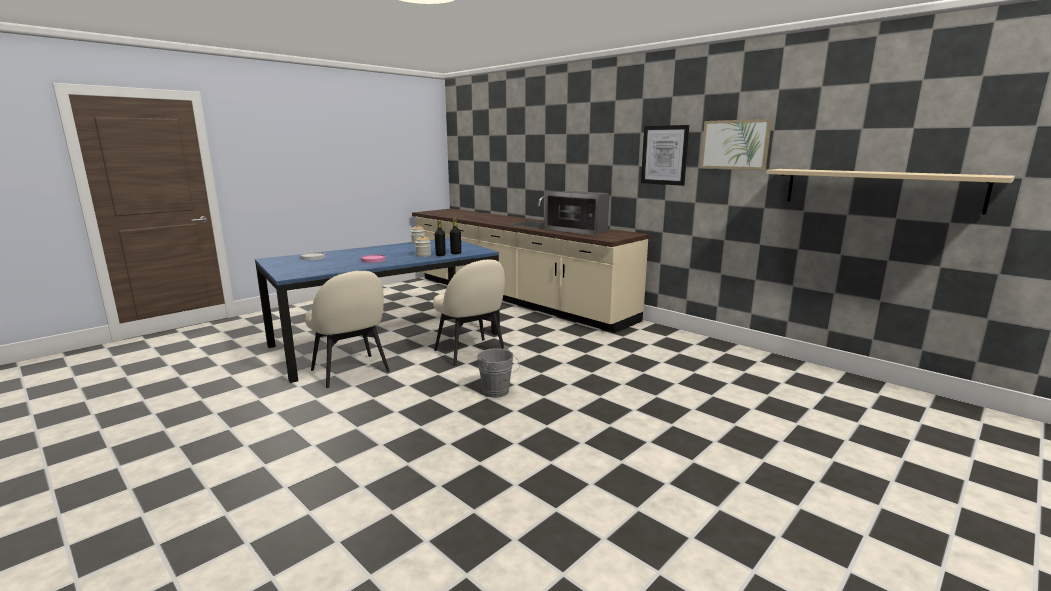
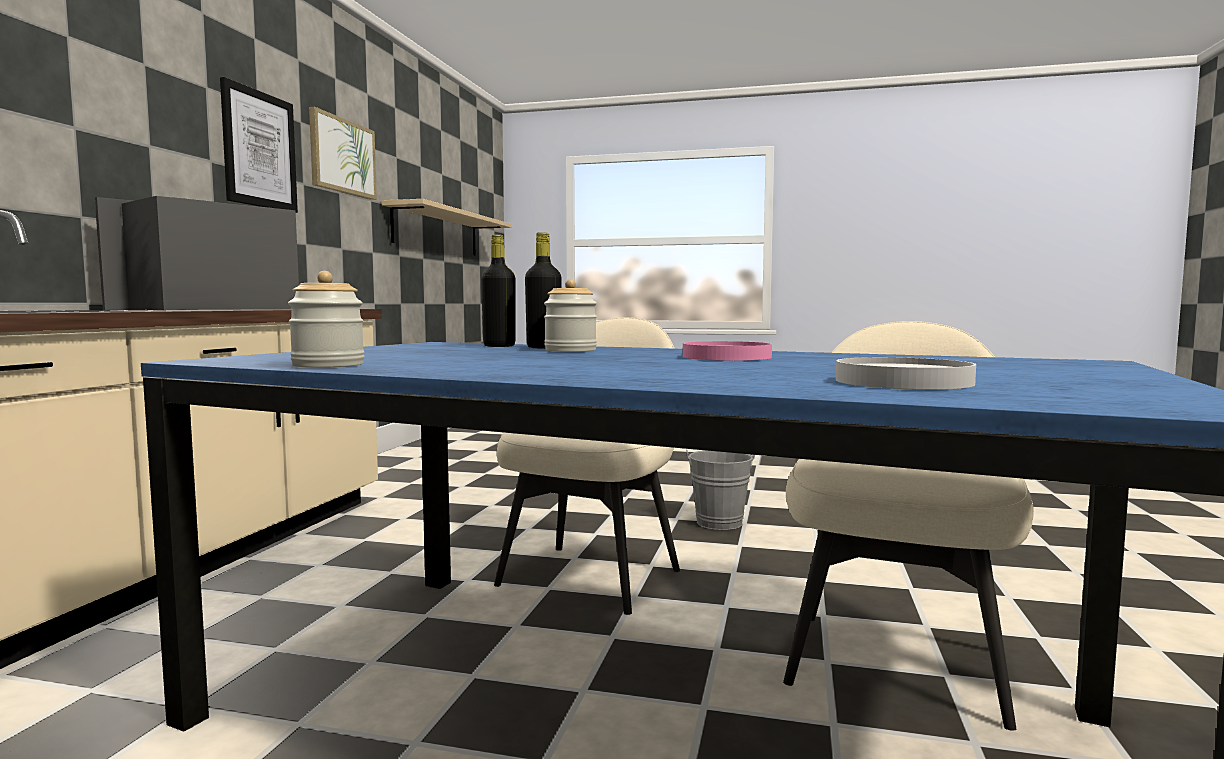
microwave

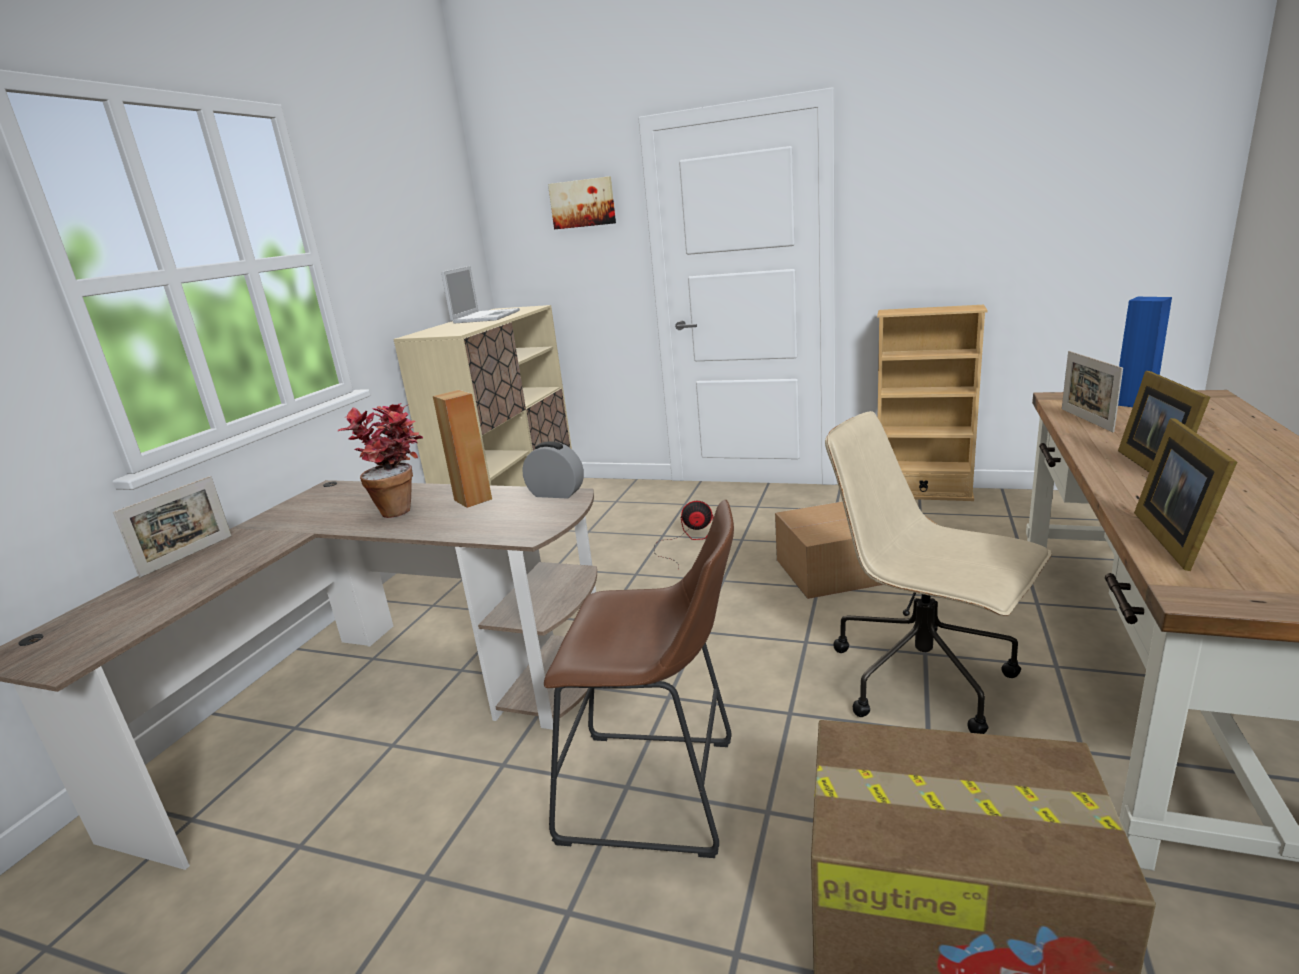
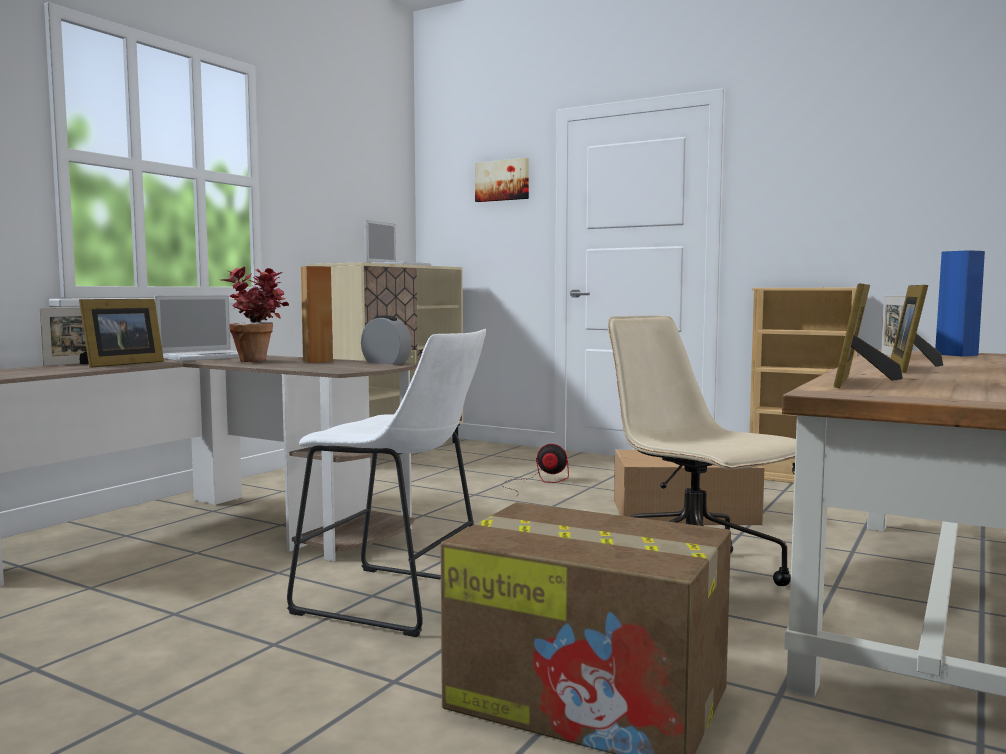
white stool
laptop (1st from left)
picture frame (2nd from left)

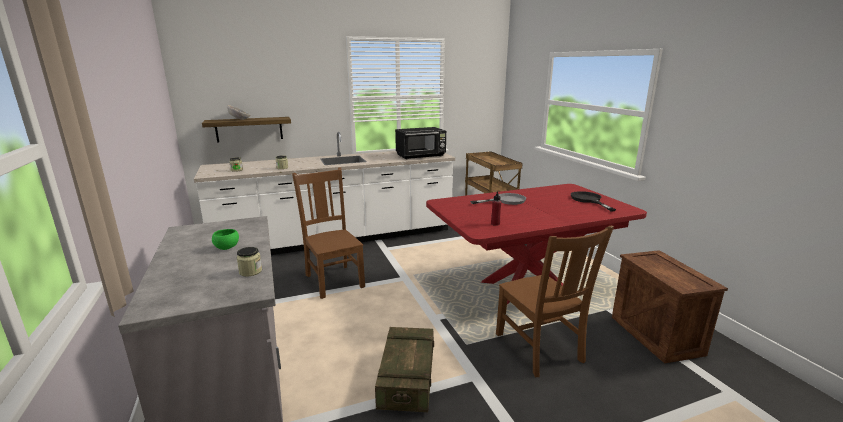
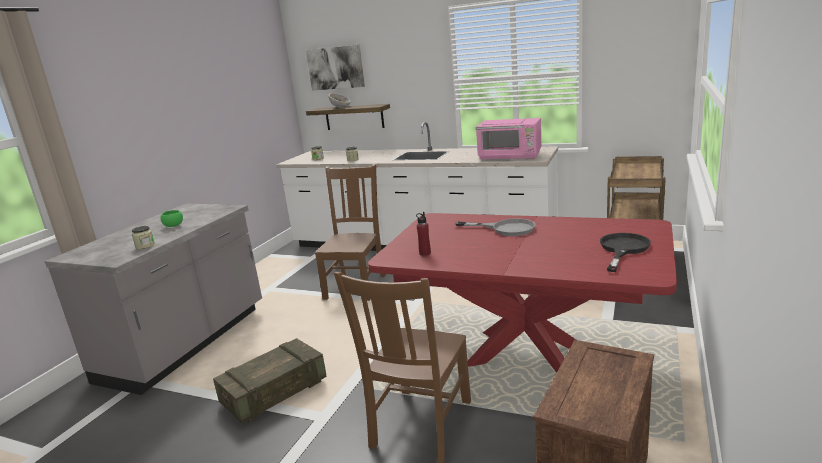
pink microwave
picture

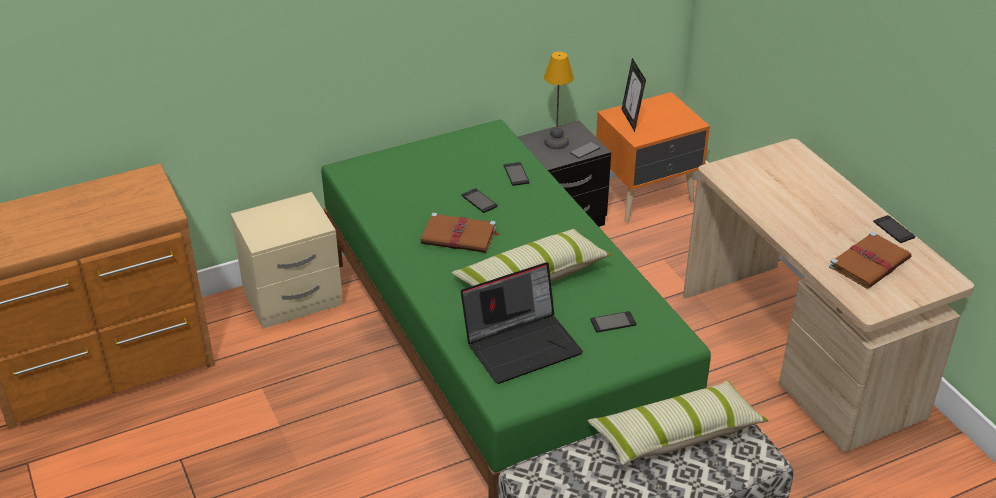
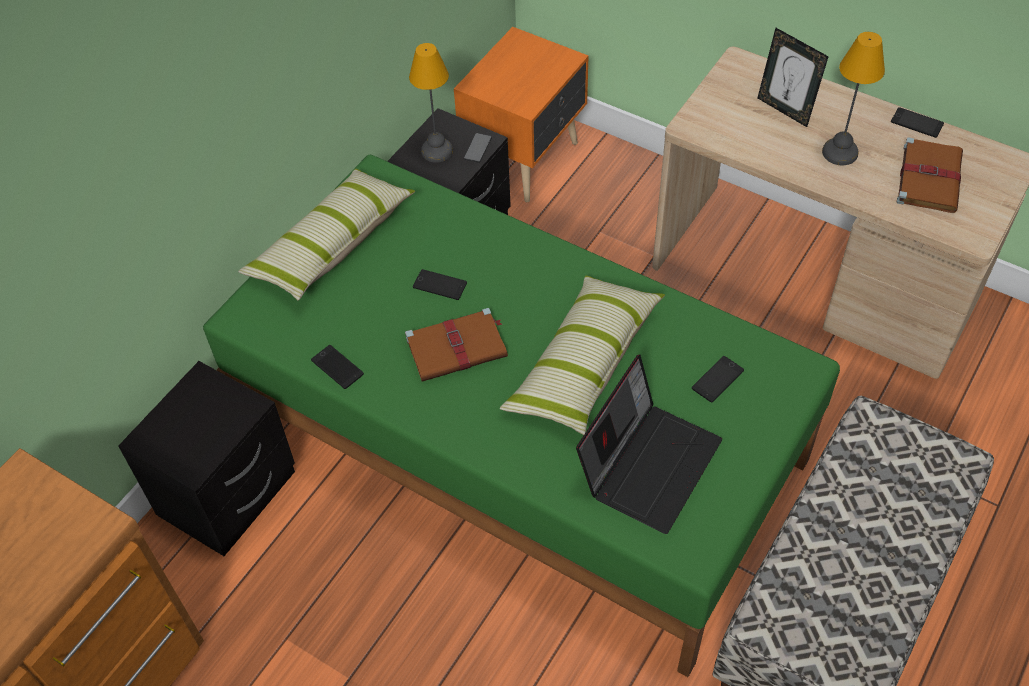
picture frame
phone (1st from left)
black nightstand (1st from left)
pillow (1st from left)
table lamp (2nd from left)

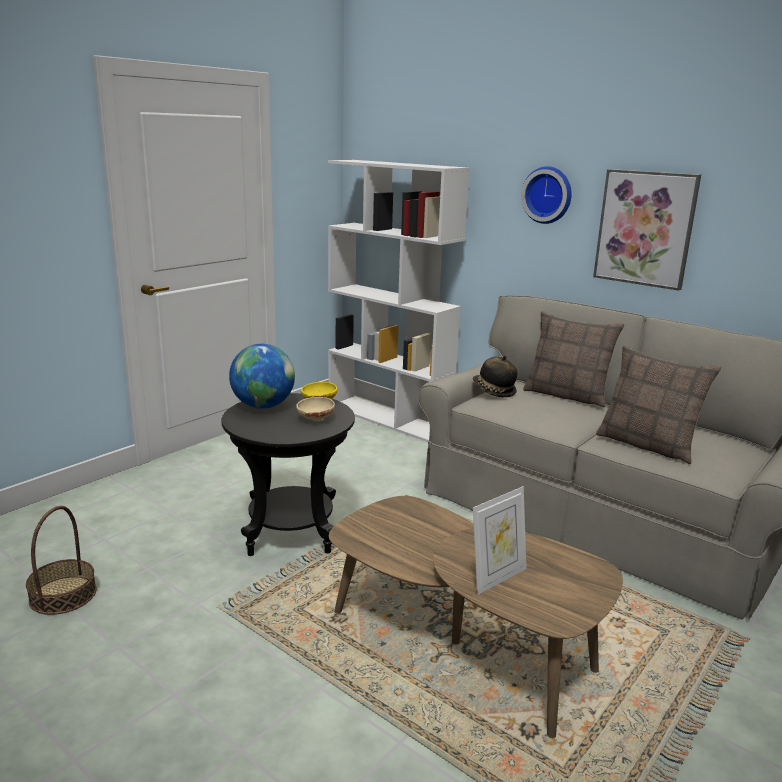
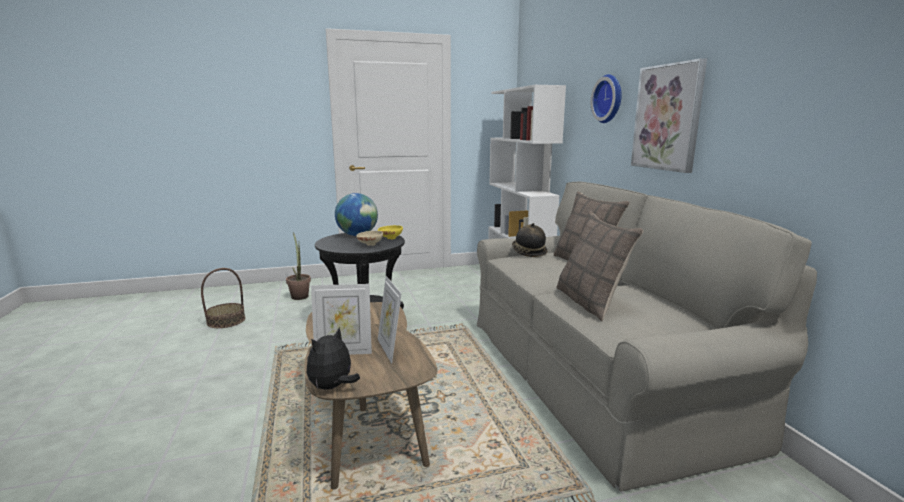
potted plant
picture frame (2nd from left)
plush toy

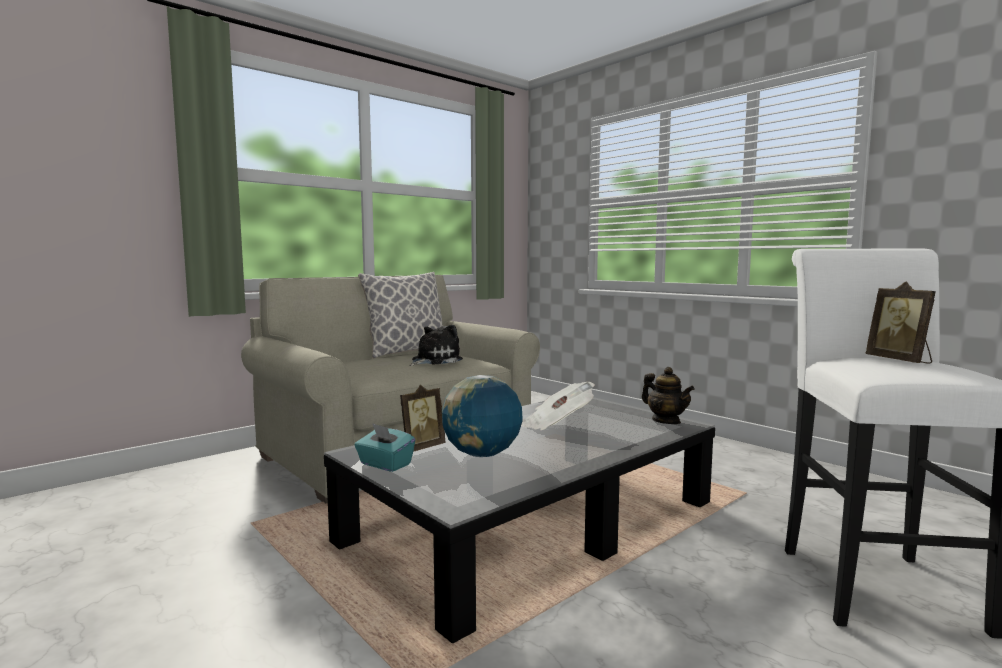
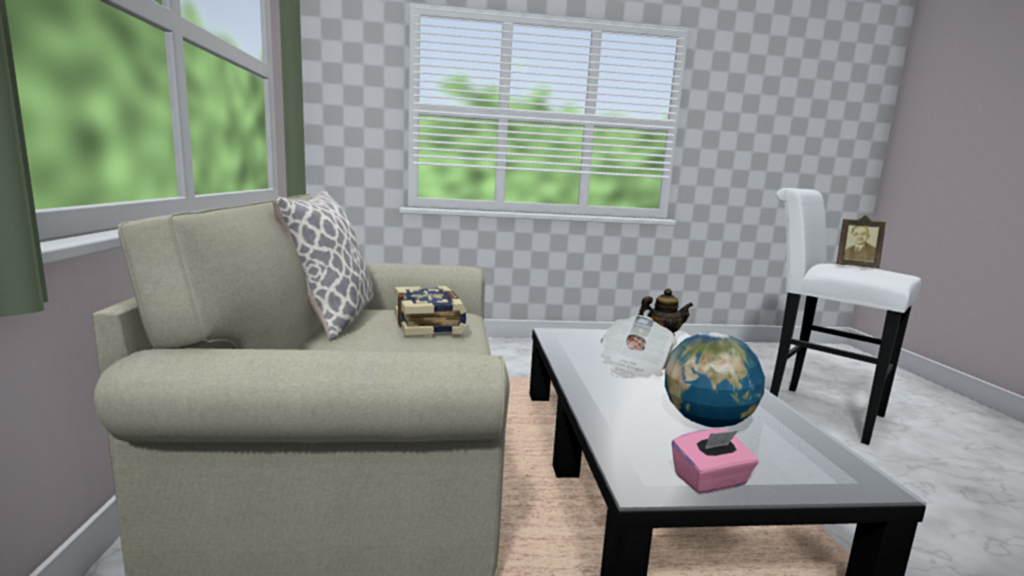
book
picture frame (1st from left in the first image)
pink tissue box

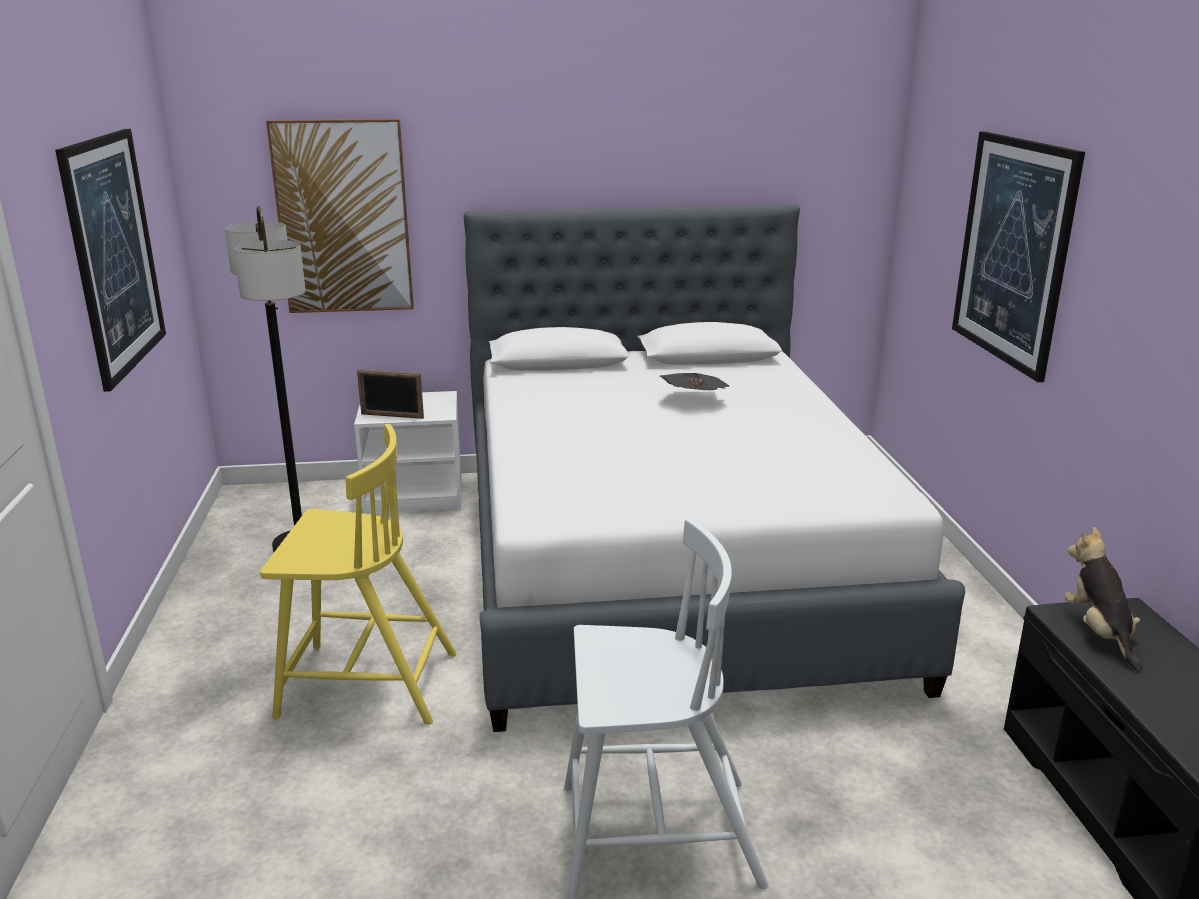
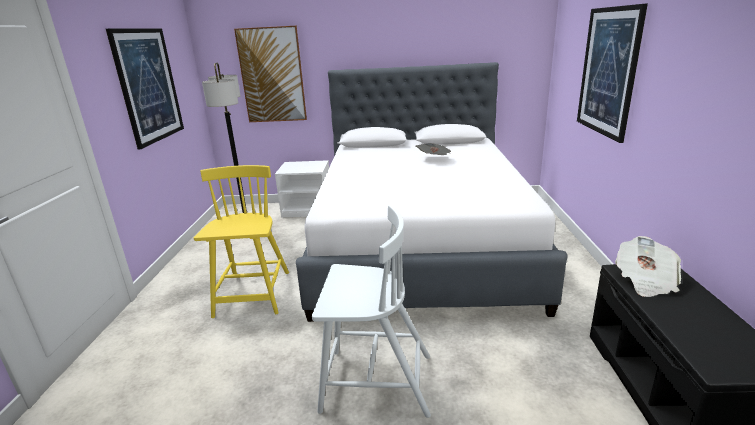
picture frame
yellow chair
newspaper (2nd from left)

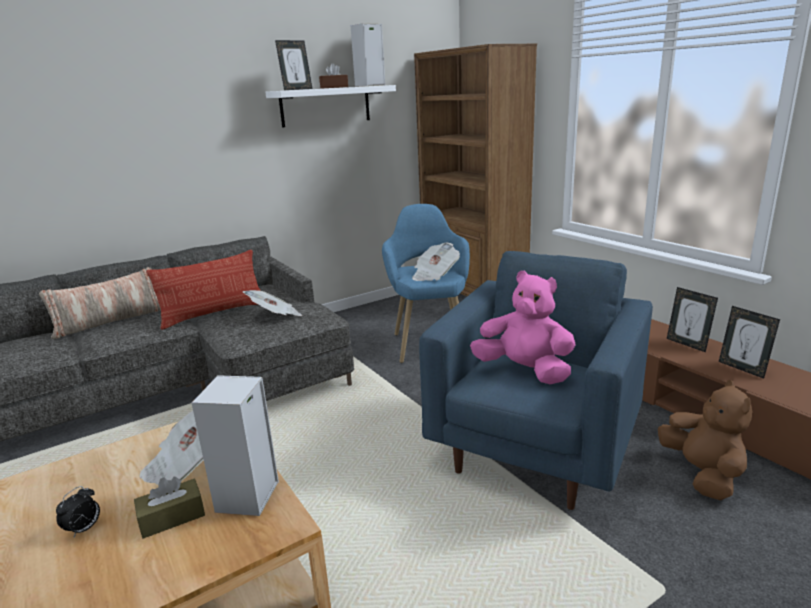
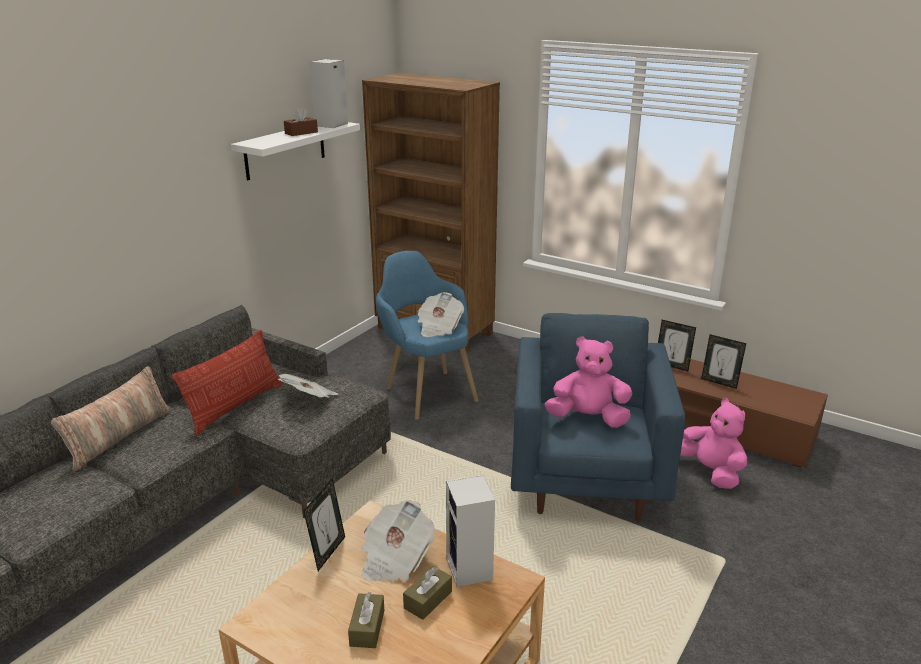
picture frame (1st from left)
pink plush toy (2nd from left)
brown tissue box (2nd from left)

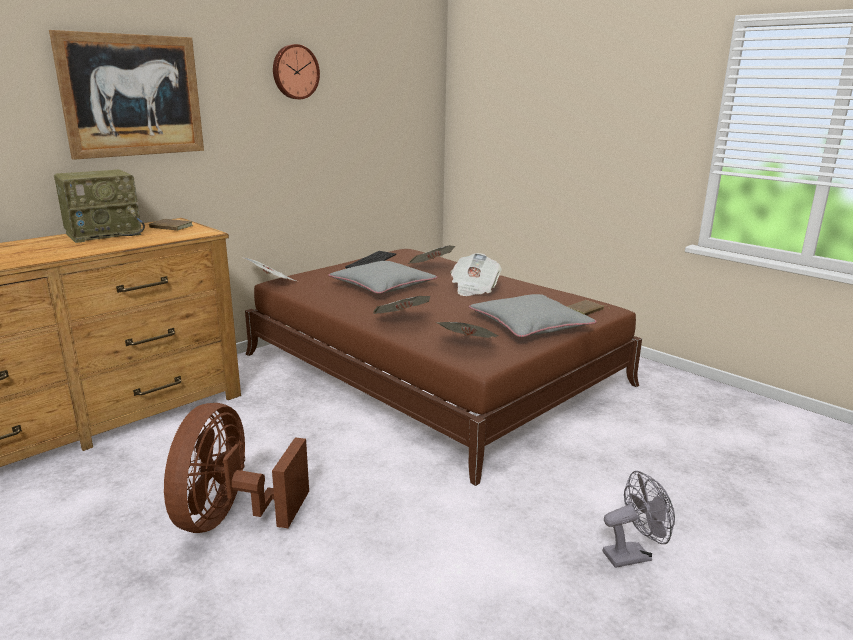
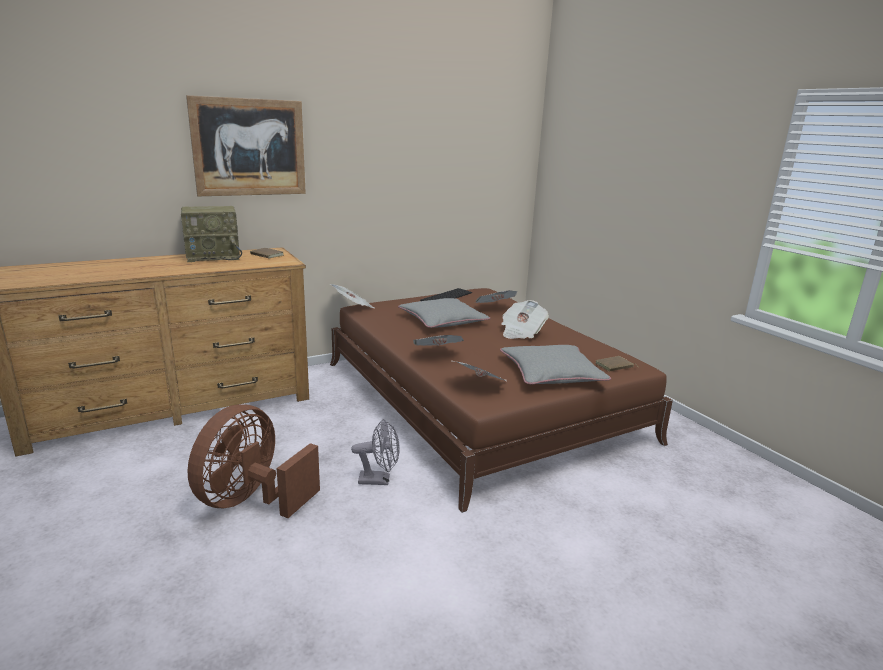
wall clock
grey fan

